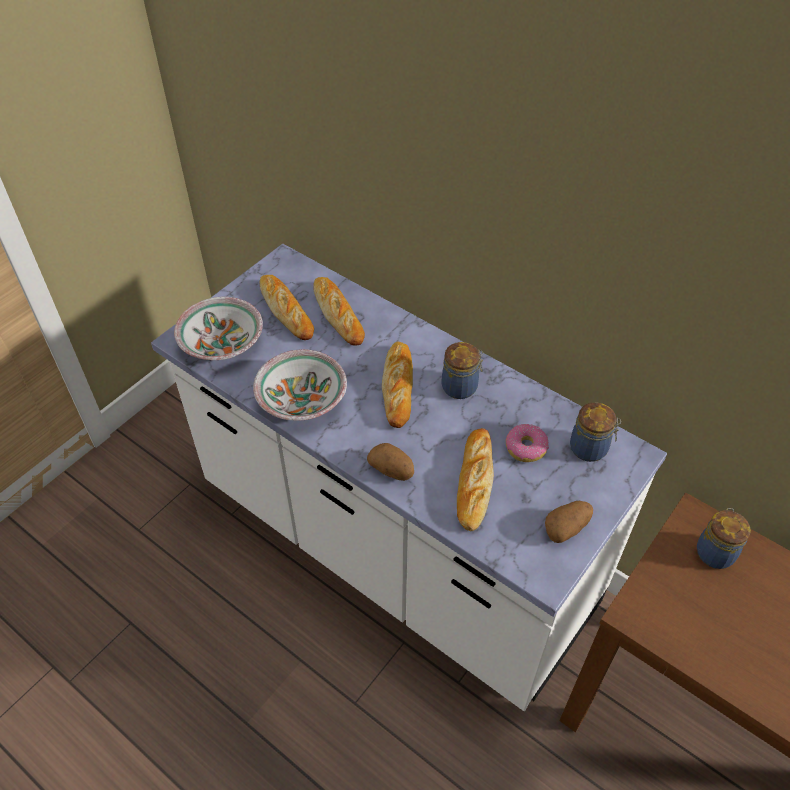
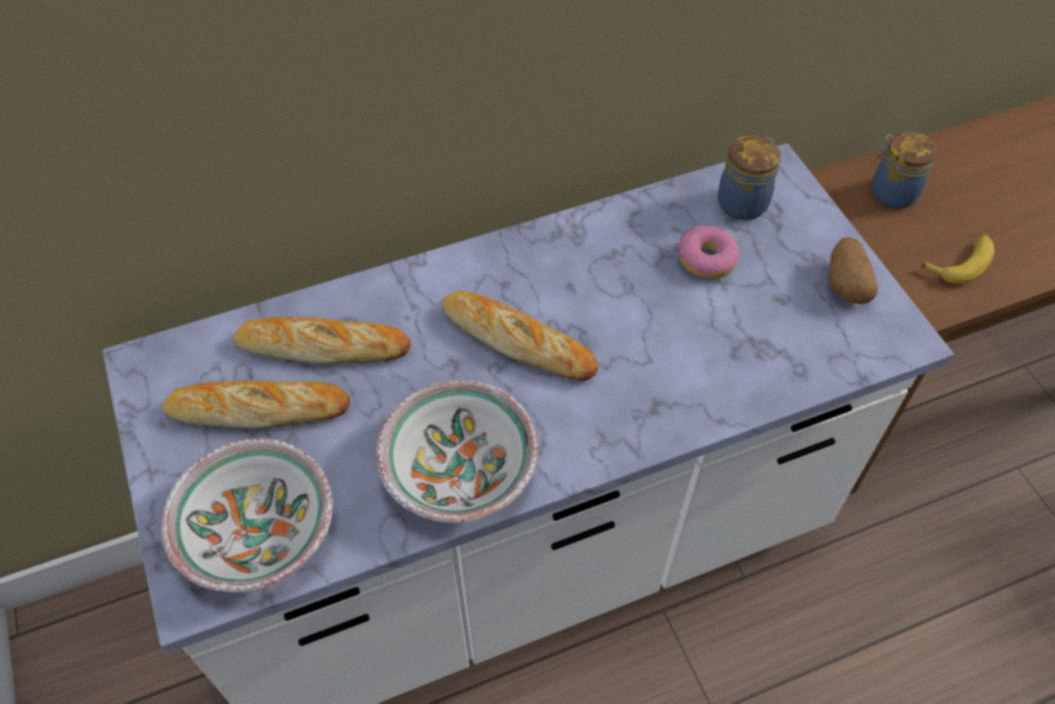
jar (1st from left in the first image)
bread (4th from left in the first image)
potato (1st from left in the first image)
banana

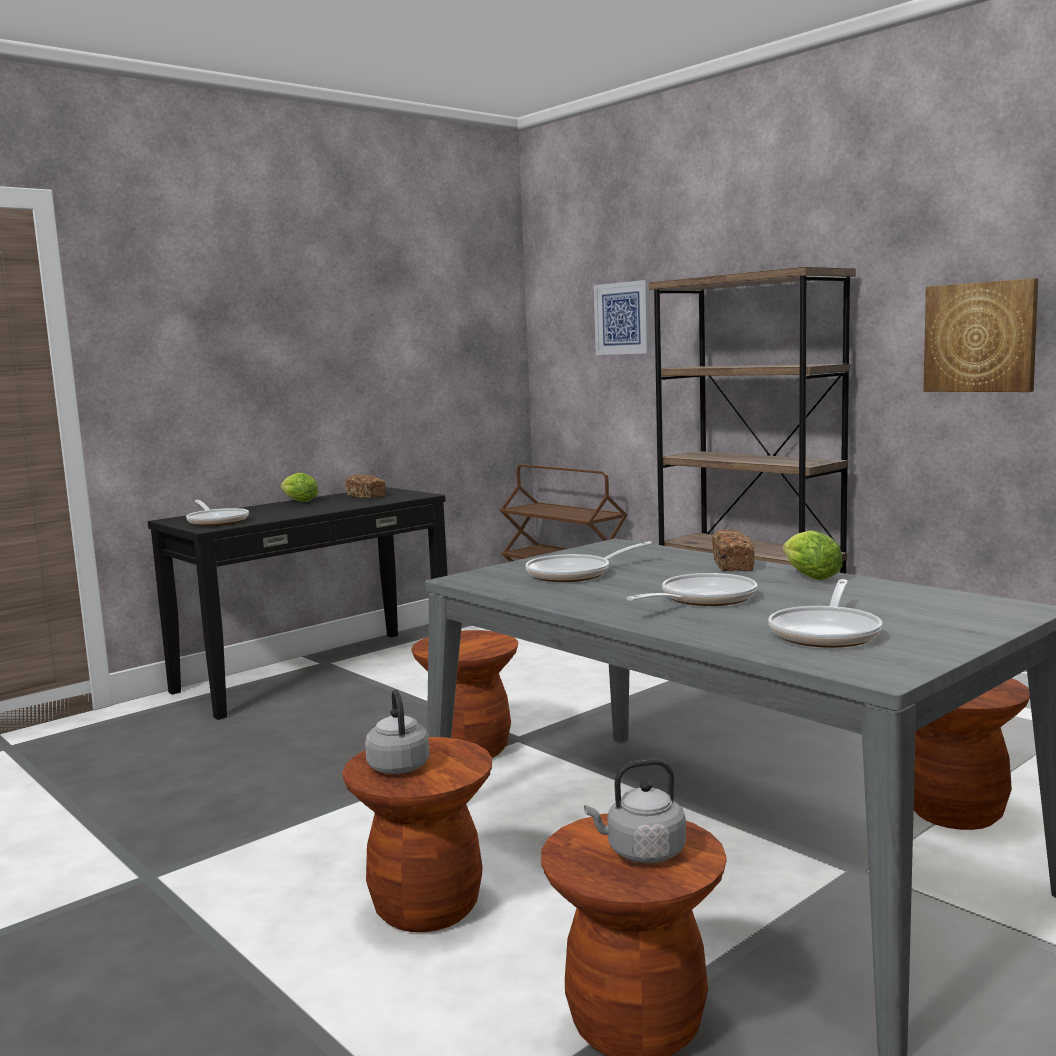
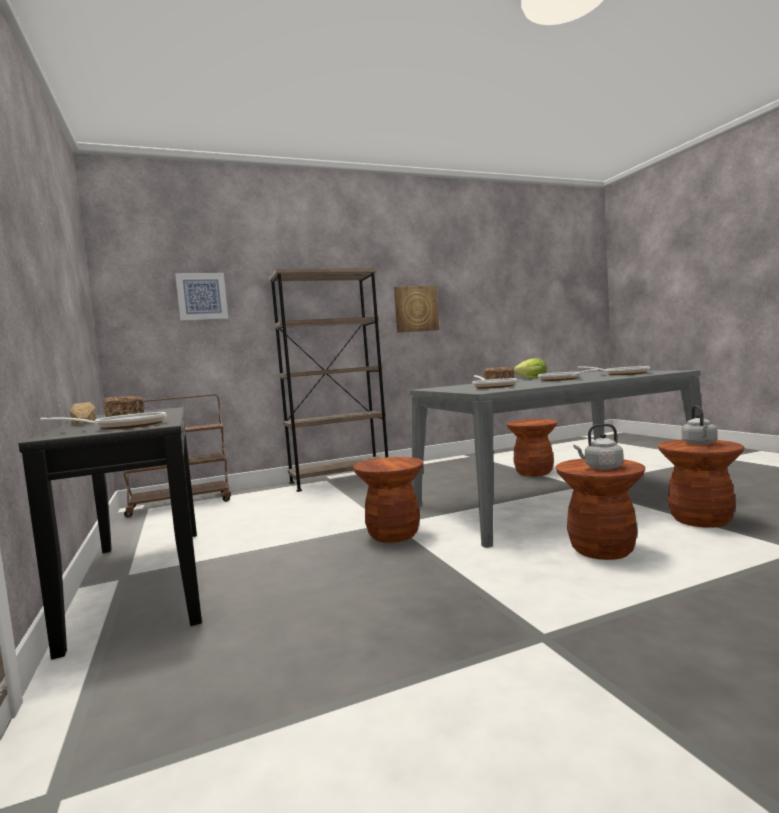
bread (1st from left)

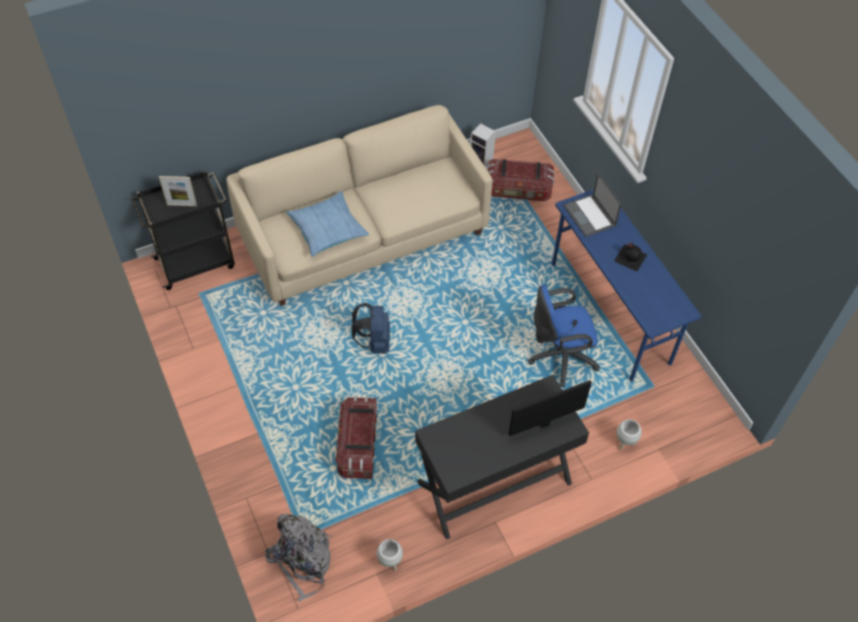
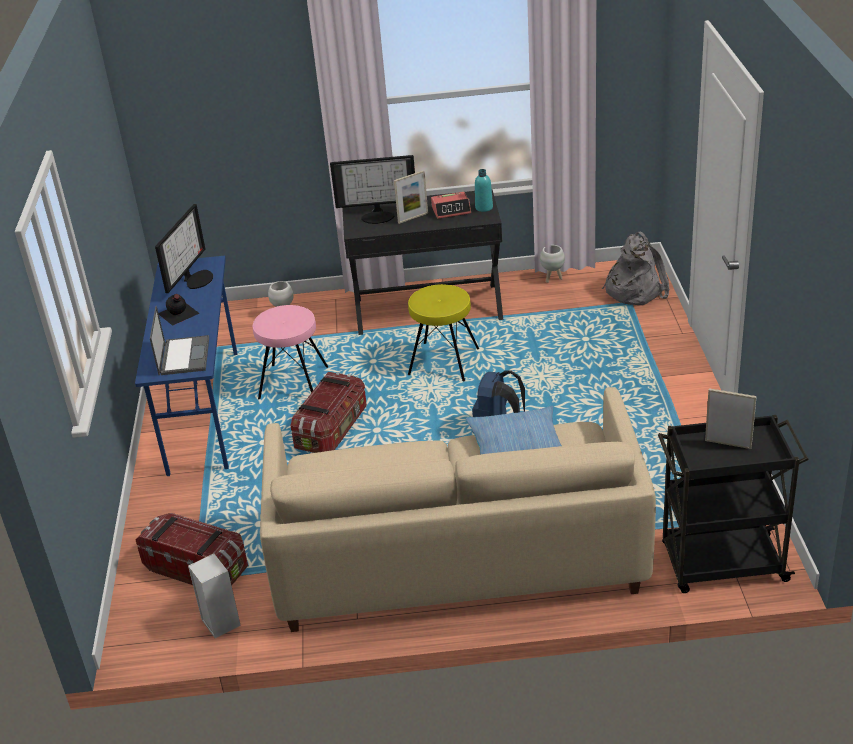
pink stool
storage box (2nd from left)
turquoise bottle
picture frame (1st from left)
alarm clock
monitor (1st from left)
yellow stool

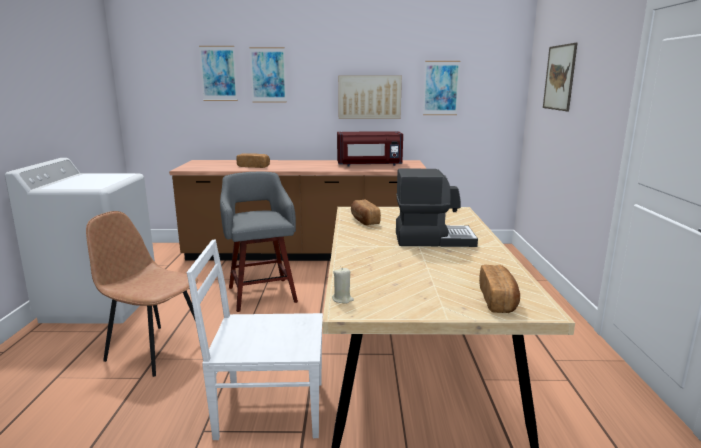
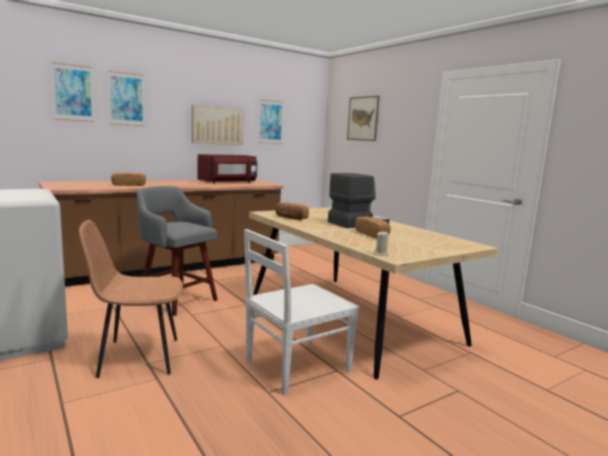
bread (3rd from left)

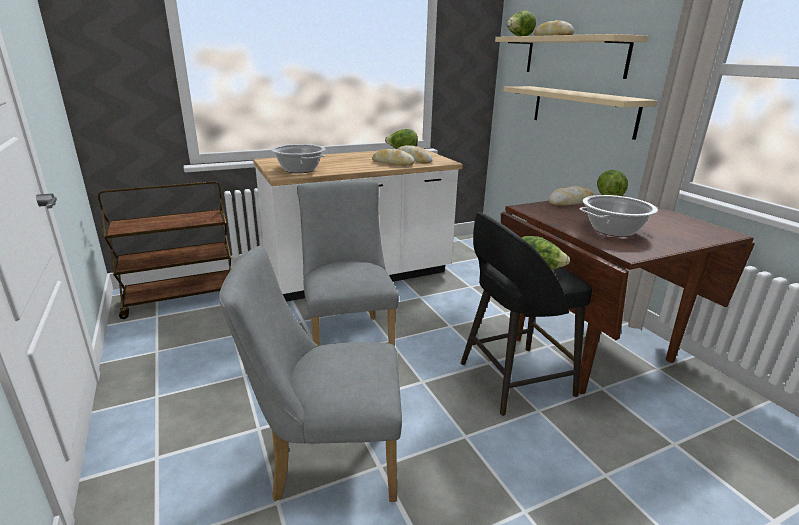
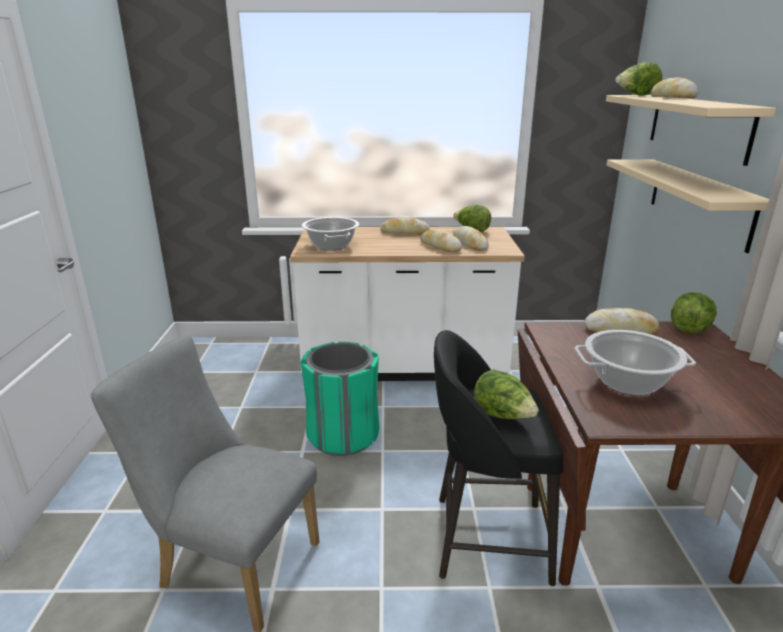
green trash can
brown cart
bread (1st from left)

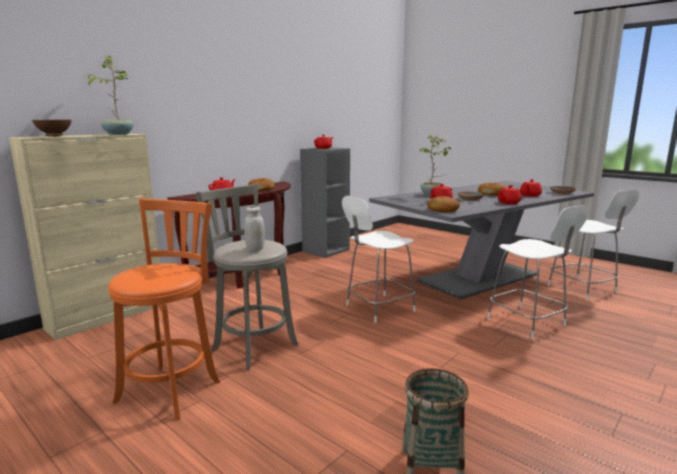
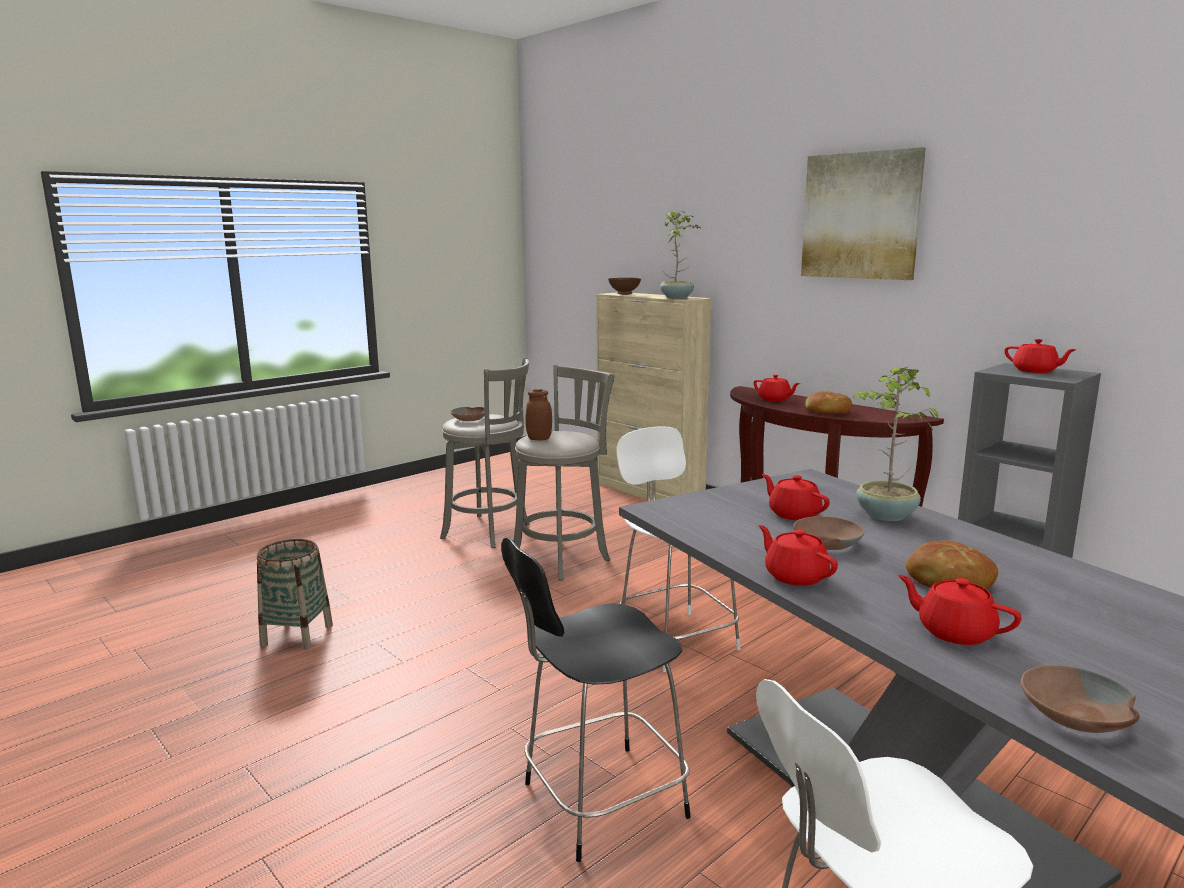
bread (2nd from left in the first image)
grey stool (1st from left)
black chair
brown jar
picture
brown bowl (1st from left)

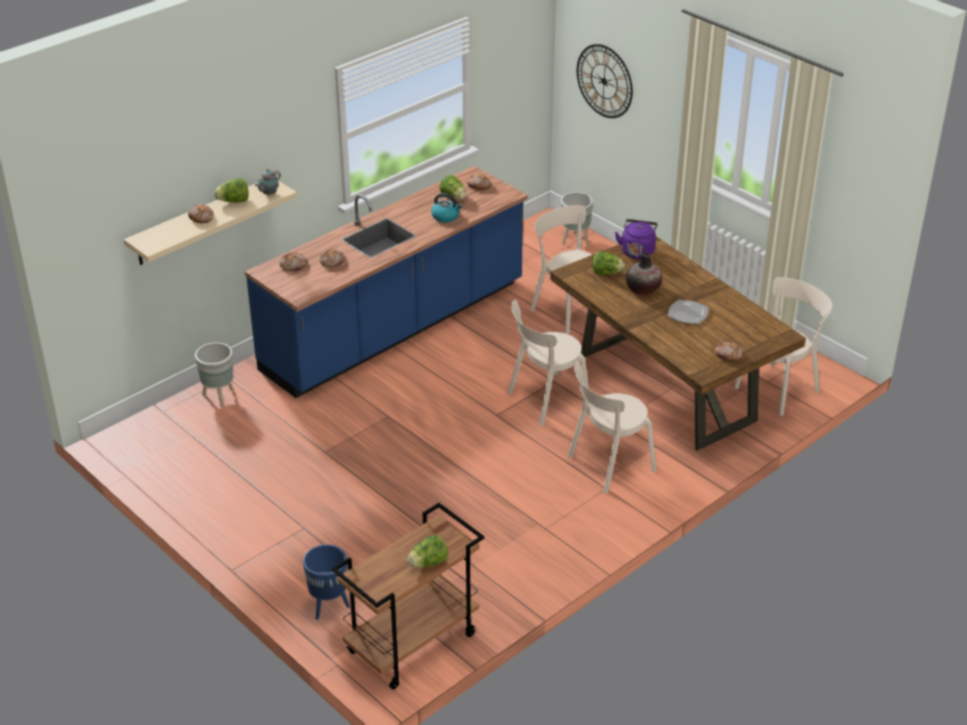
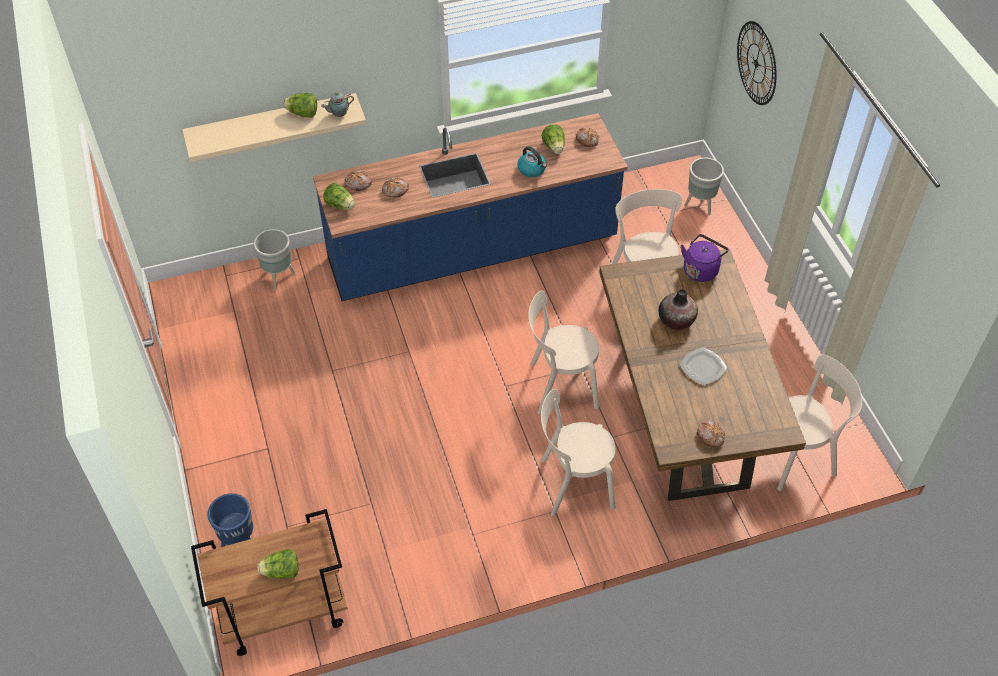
bread (1st from left in the first image)
lettuce (3rd from left)

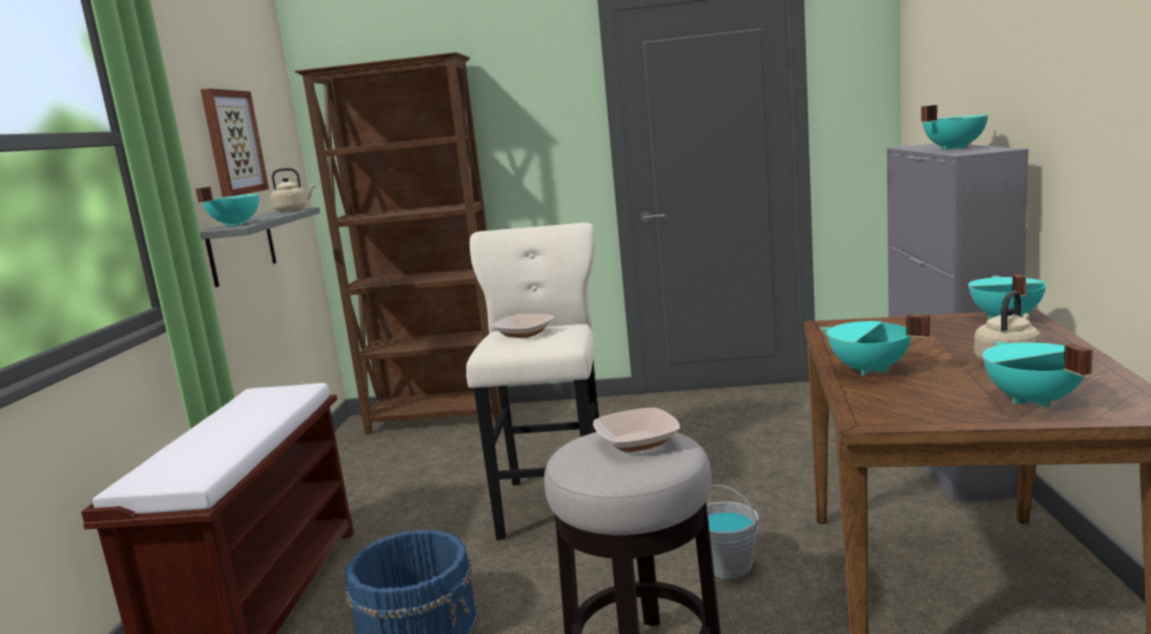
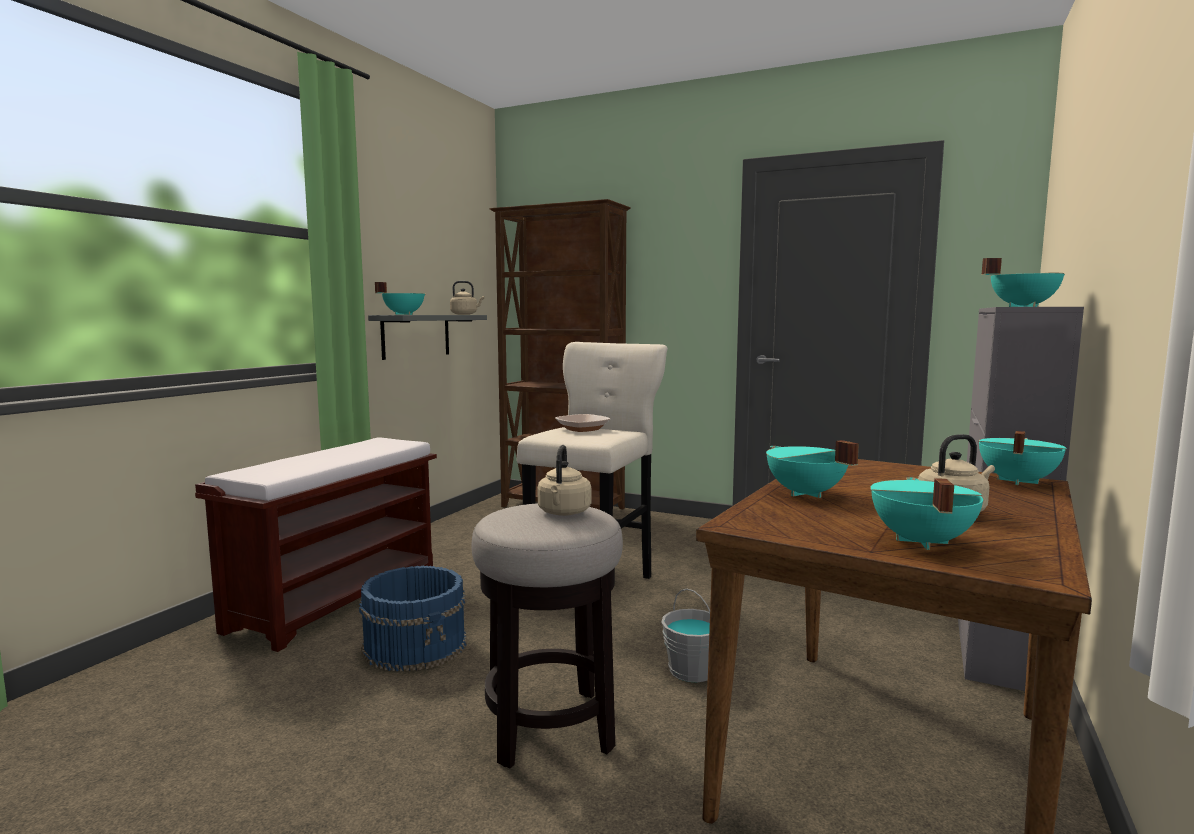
picture
beige kettle (2nd from left)

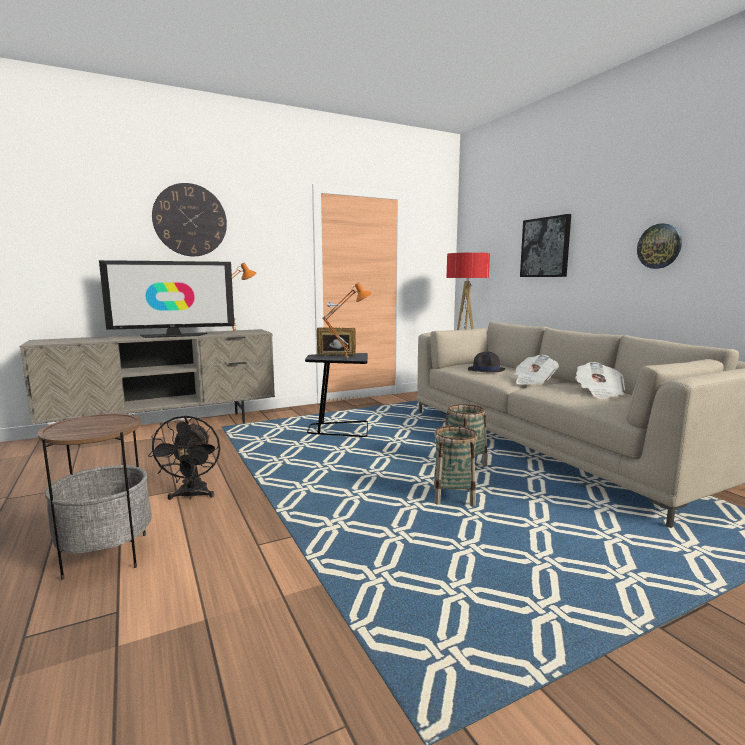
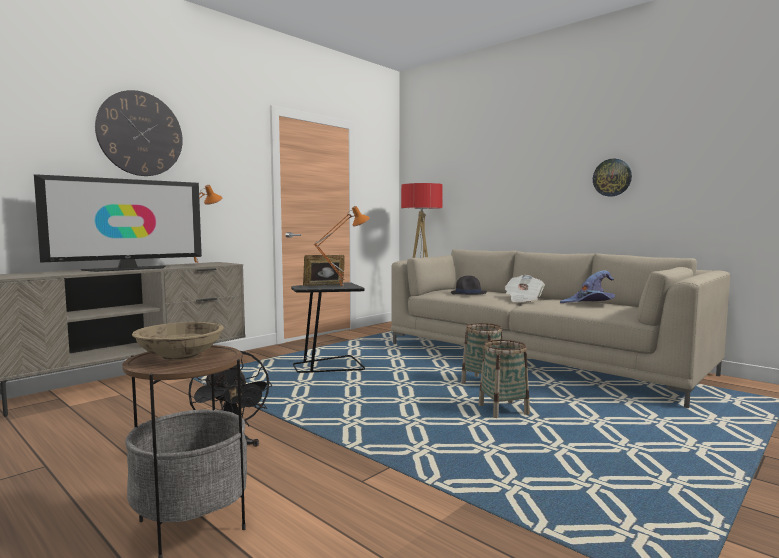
picture
purple hat
beige bowl

